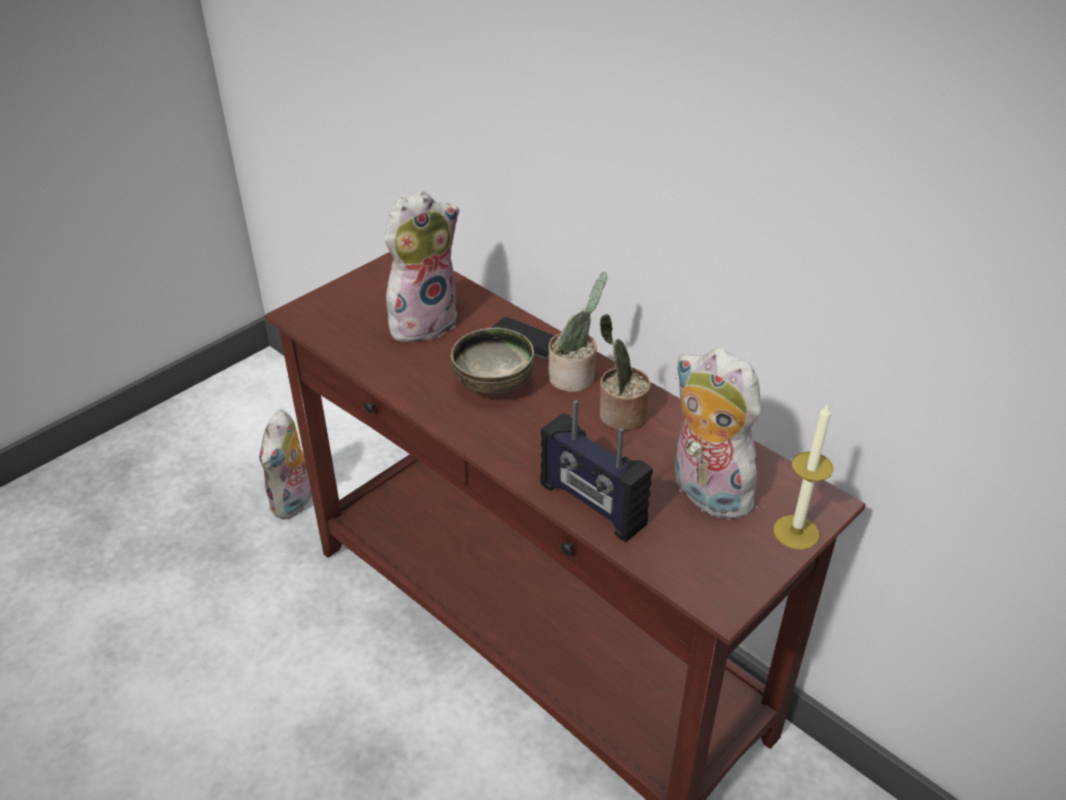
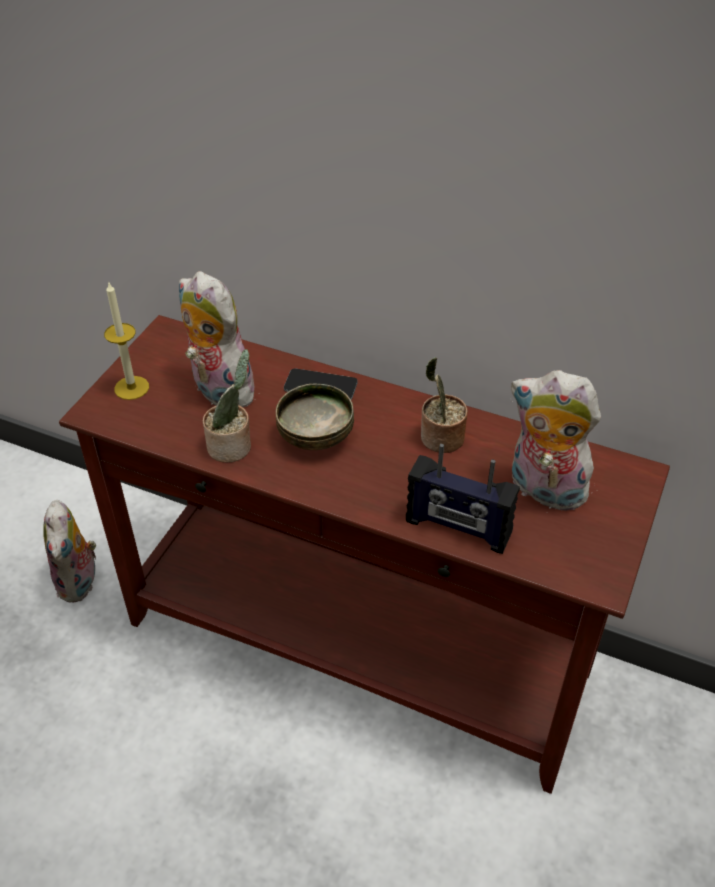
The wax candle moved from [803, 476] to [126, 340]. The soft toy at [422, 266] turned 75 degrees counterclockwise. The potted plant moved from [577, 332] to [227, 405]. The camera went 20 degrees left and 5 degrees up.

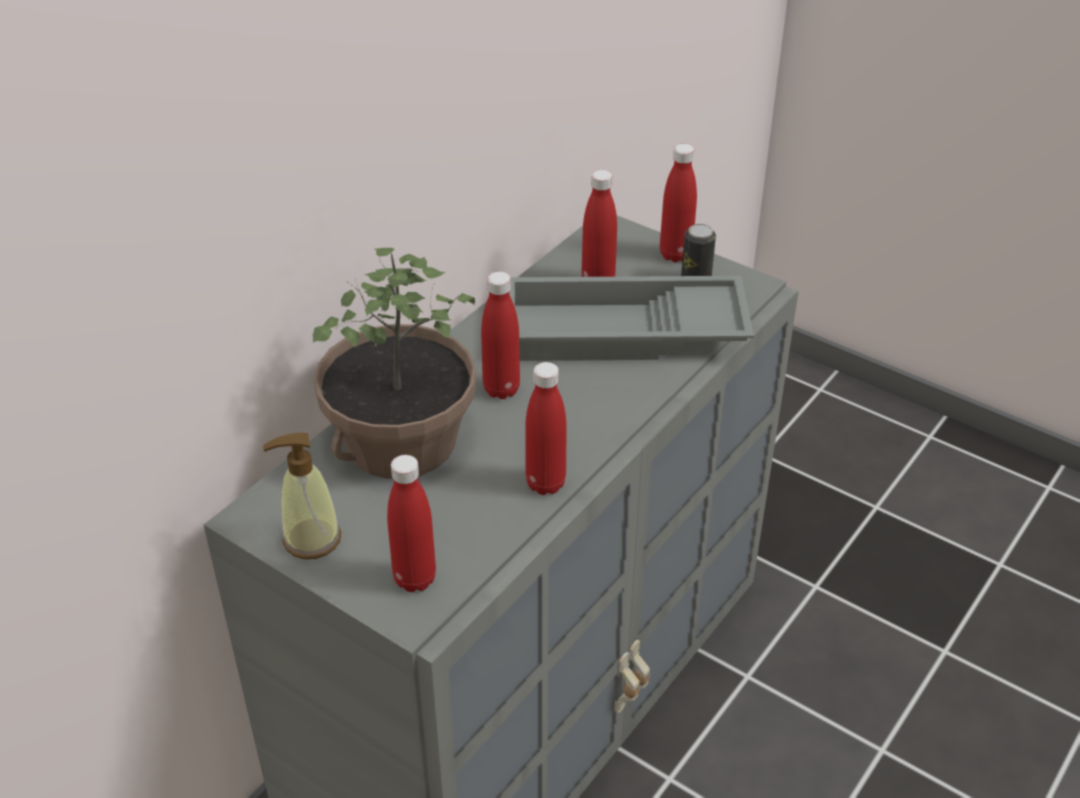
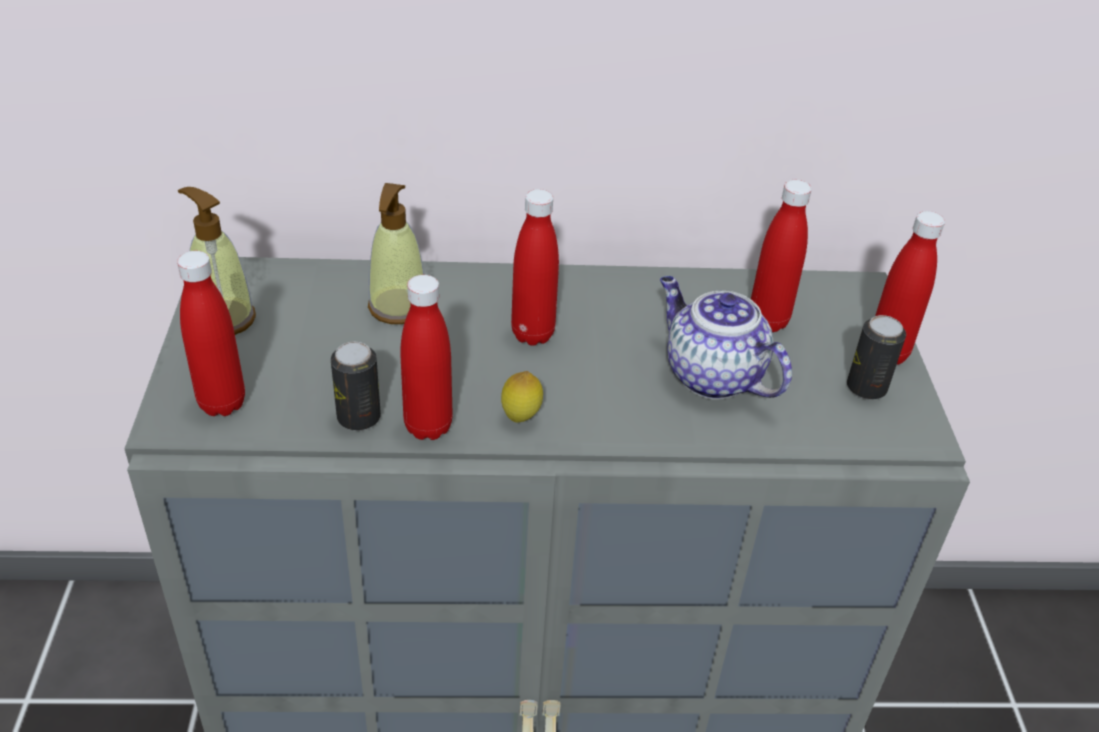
The metal can at [356, 386] appeared. The potted plant at [394, 363] was replaced by the soap bottle at [396, 253]. The whole lemon at [522, 396] appeared. The grey serving tray at [631, 318] was replaced by the tea pot at [726, 338]. The camera went 50 degrees right and 0 degrees up.

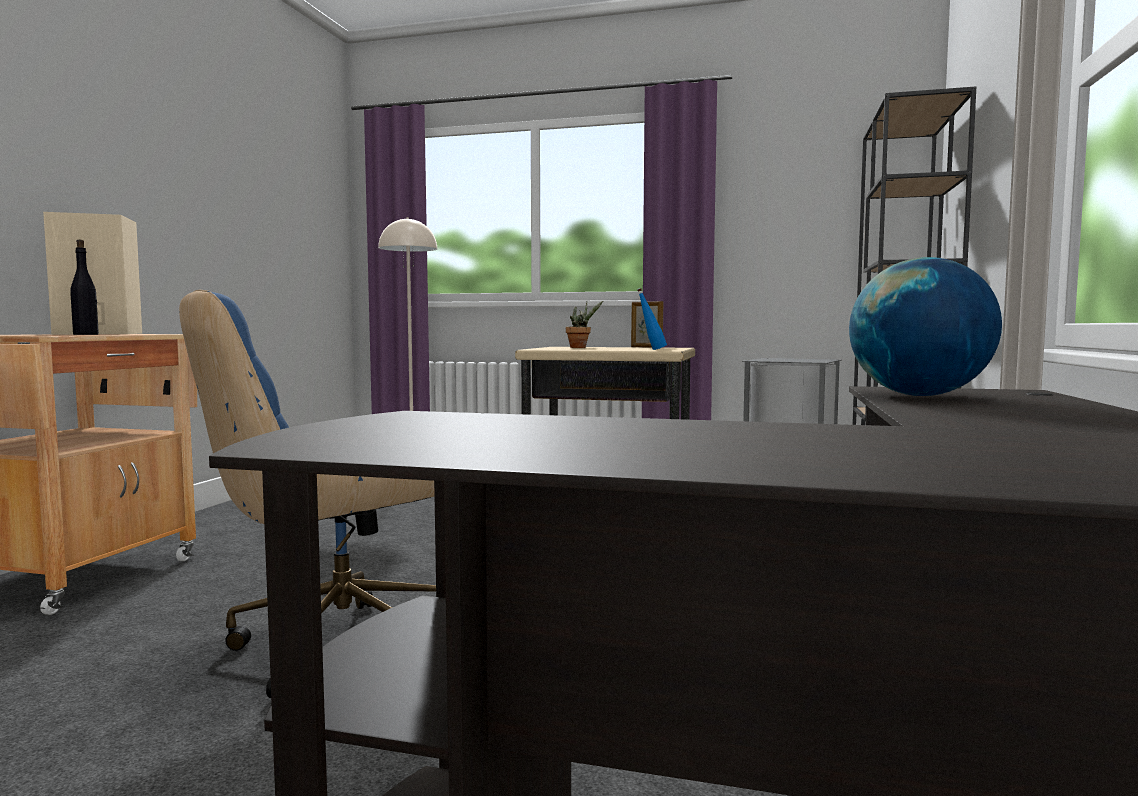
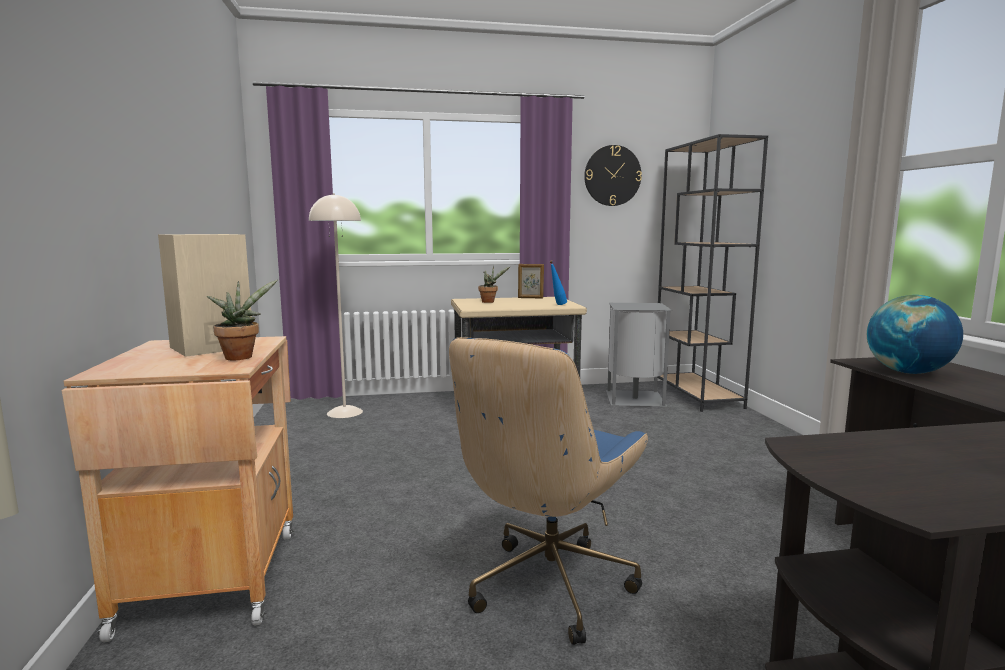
The black beverage bottle at [84, 287] was replaced by the potted plant at [242, 320]. The hanging clock at [613, 175] appeared. The camera went 25 degrees left and 5 degrees up.

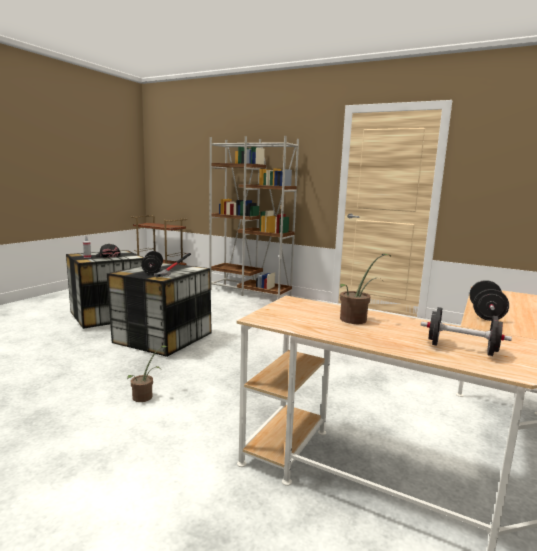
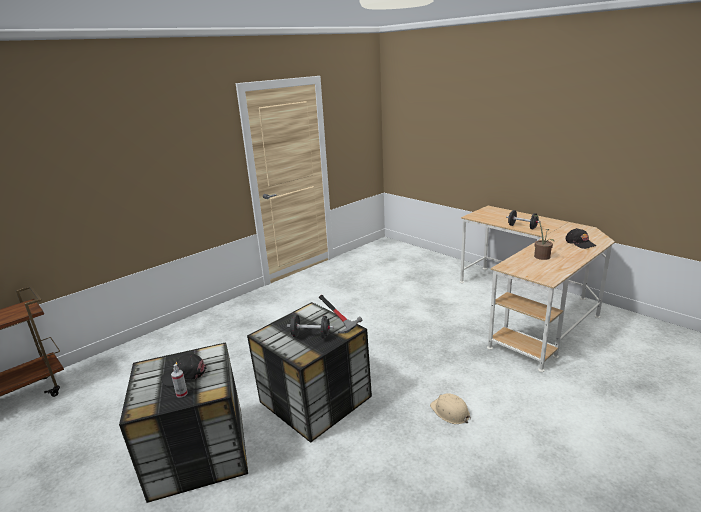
The potted plant at [147, 373] was replaced by the beige hard hat at [450, 408]. The black dumbbell at [466, 331] was replaced by the black cap at [580, 238]. The brownish shelving unit at [254, 217] disappeared. The camera went 70 degrees left and 10 degrees up.

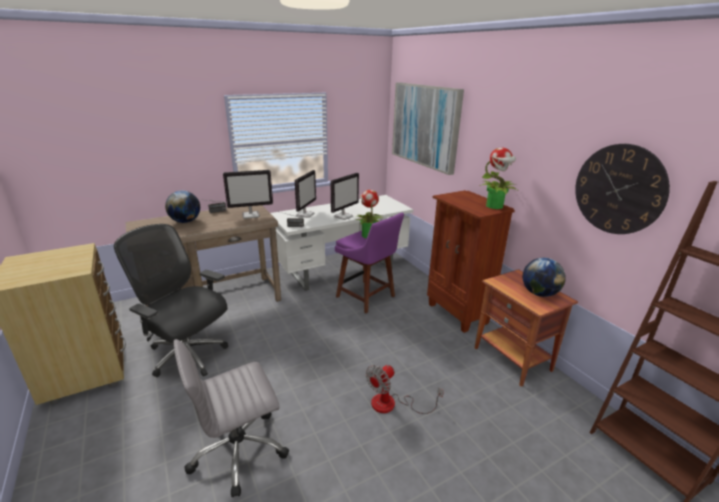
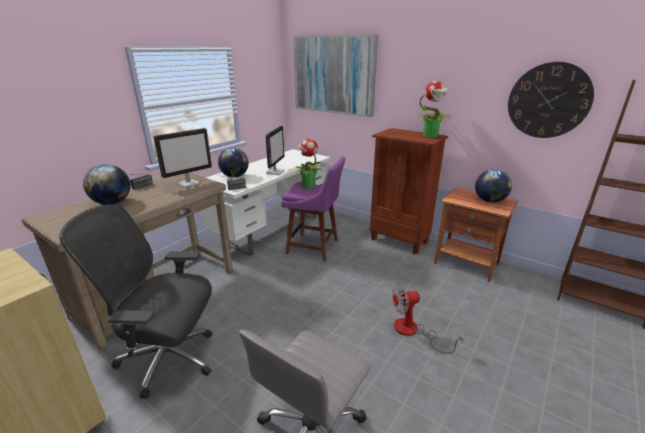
The monitor at [305, 194] was replaced by the desk globe at [233, 163]. The electric fan at [405, 389] turned 60 degrees clockwise. The camera went 25 degrees left and 0 degrees up.

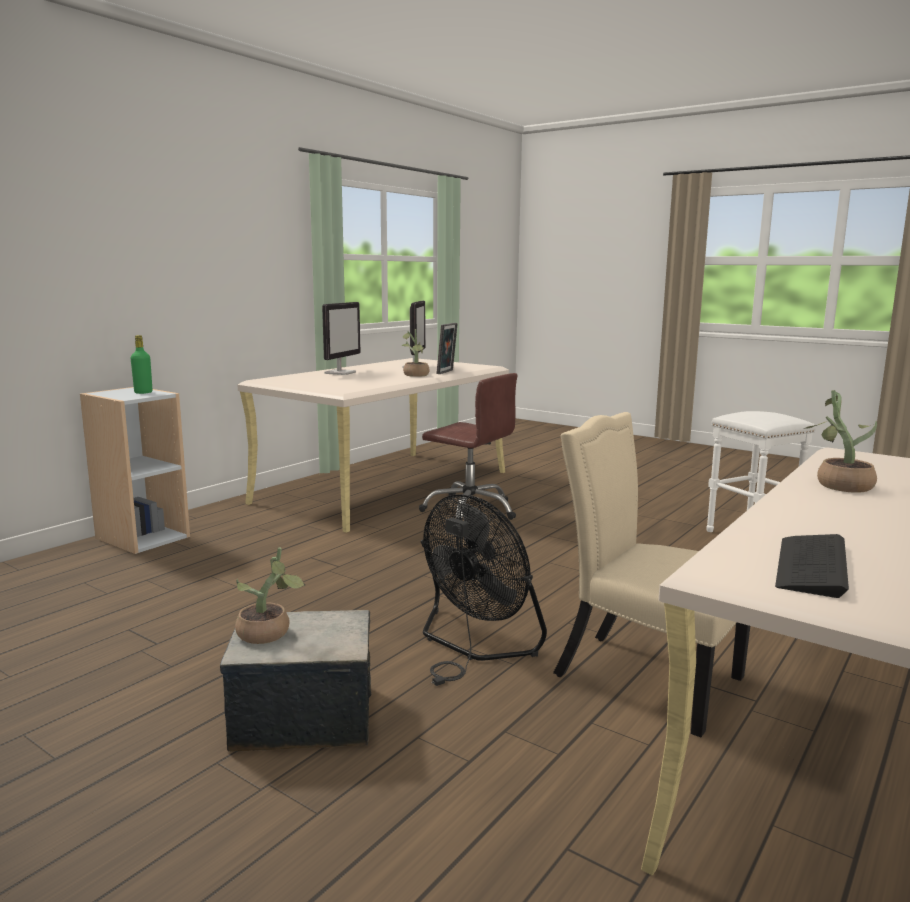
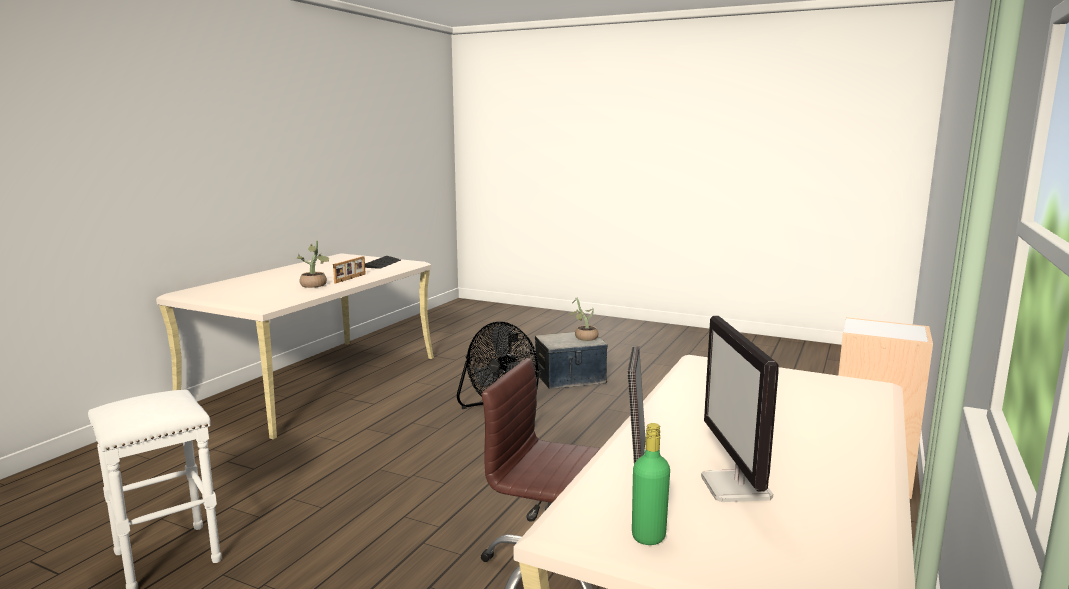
The standing frame at [349, 269] appeared. The greenish beverage bottle moved from [141, 364] to [651, 484]. The monitor at [341, 338] disappeared. The potted plant at [416, 353] disappeared. The beige chair at [651, 574] disappeared. The camera went 170 degrees right and 0 degrees up.

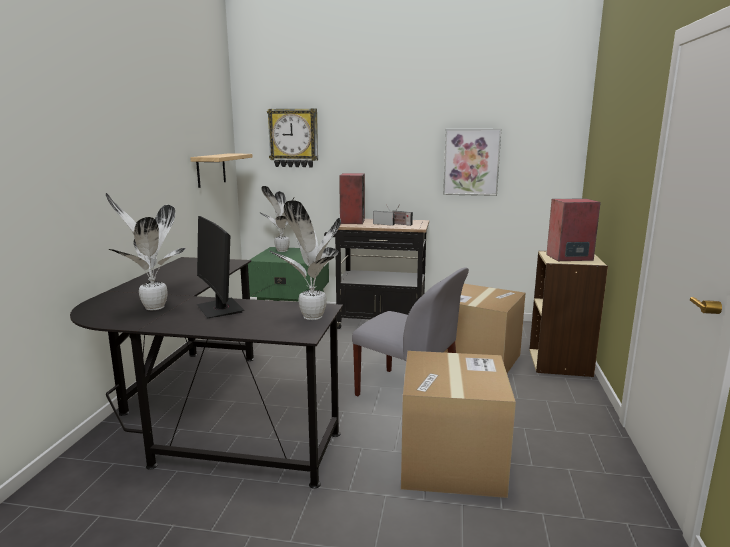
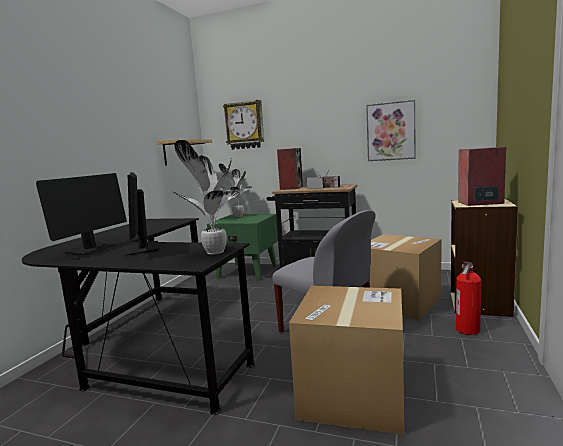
The potted plant at [145, 251] was replaced by the monitor at [81, 214]. The fire extinguisher at [468, 298] appeared. The camera went 10 degrees right and 5 degrees down.

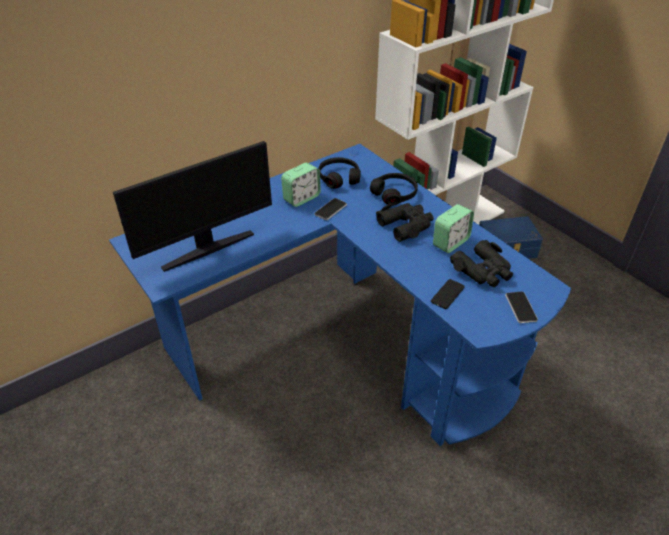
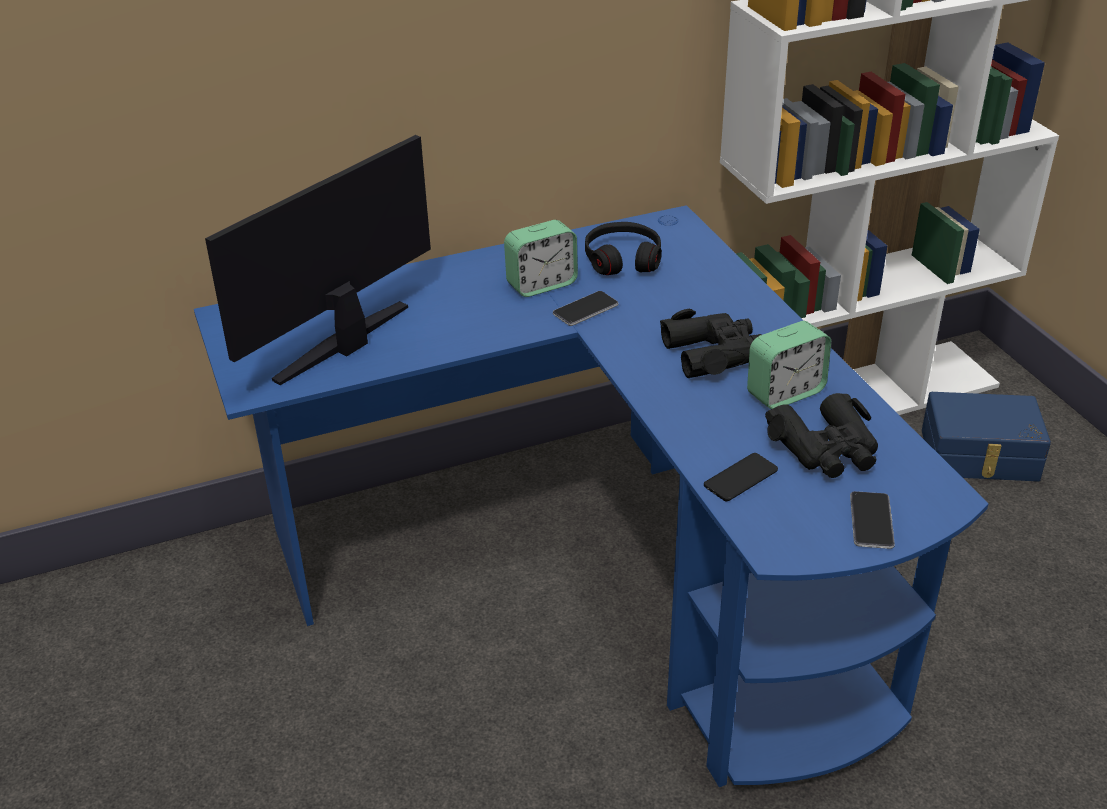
The monitor at [192, 206] turned 150 degrees clockwise. The black headset at [394, 189] disappeared. The camera went 15 degrees right and 5 degrees down.

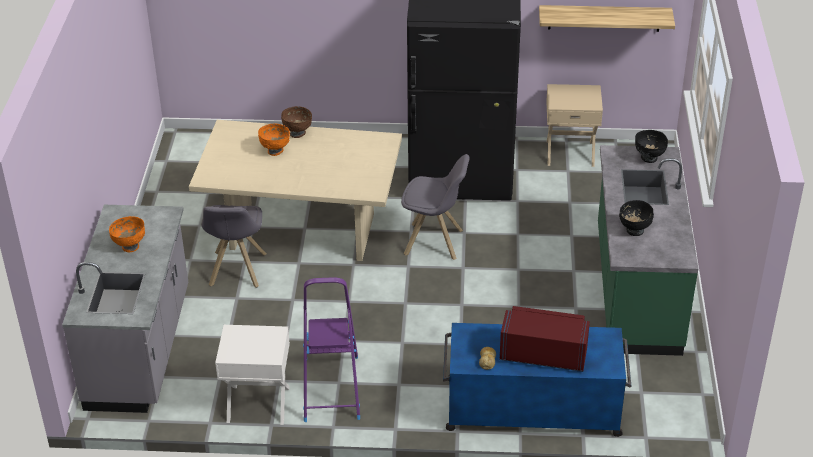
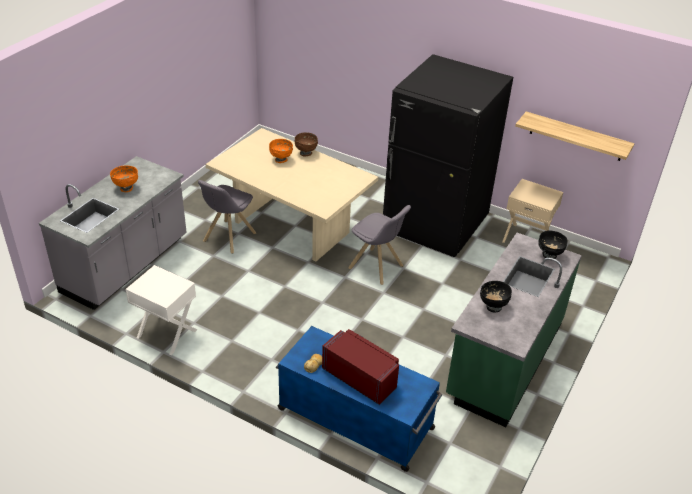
The purplish stepladder at [331, 349] disappeared. The camera went 25 degrees right and 0 degrees up.

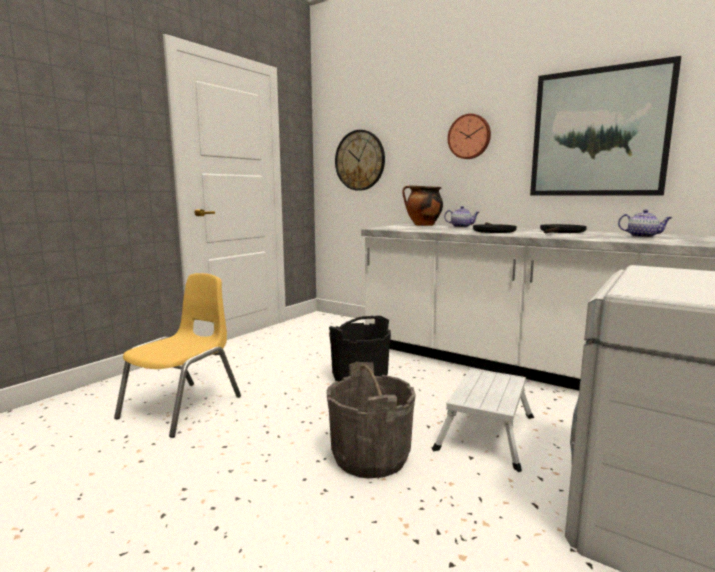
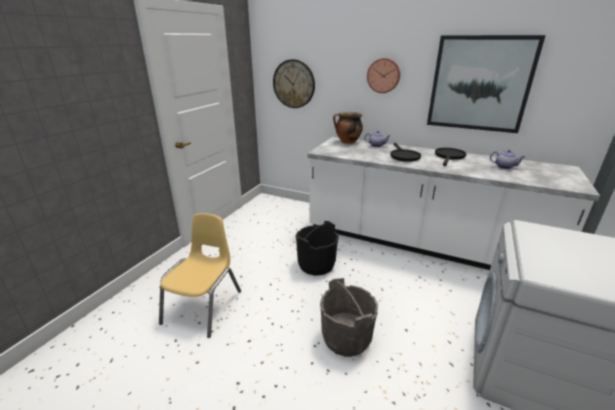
The white-coloured stepladder at [483, 420] disappeared. The camera went 10 degrees left and 15 degrees up.

